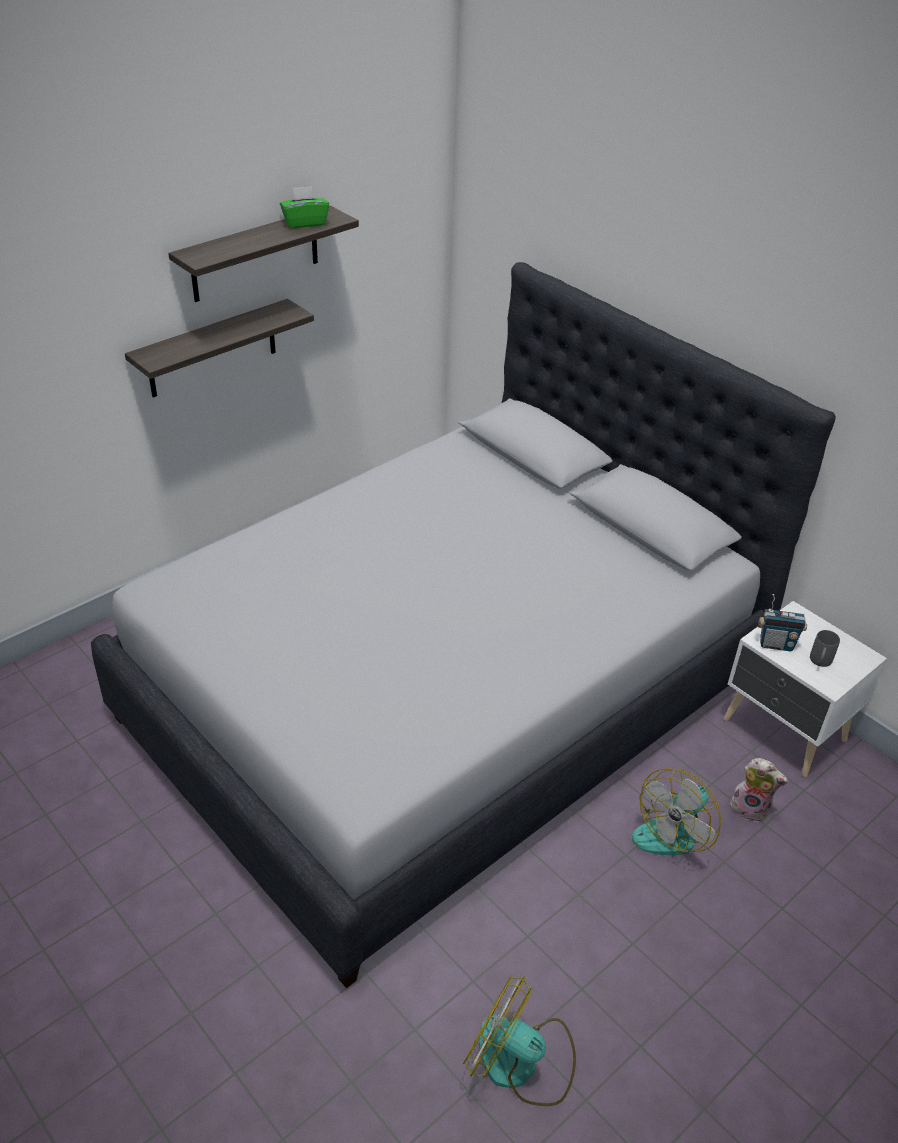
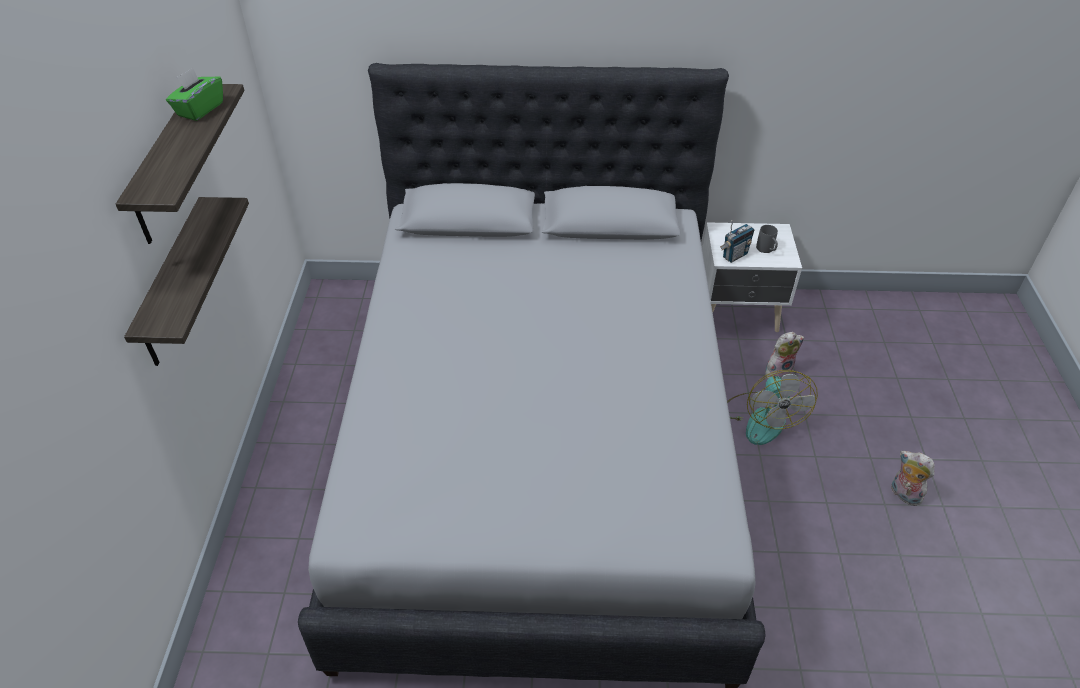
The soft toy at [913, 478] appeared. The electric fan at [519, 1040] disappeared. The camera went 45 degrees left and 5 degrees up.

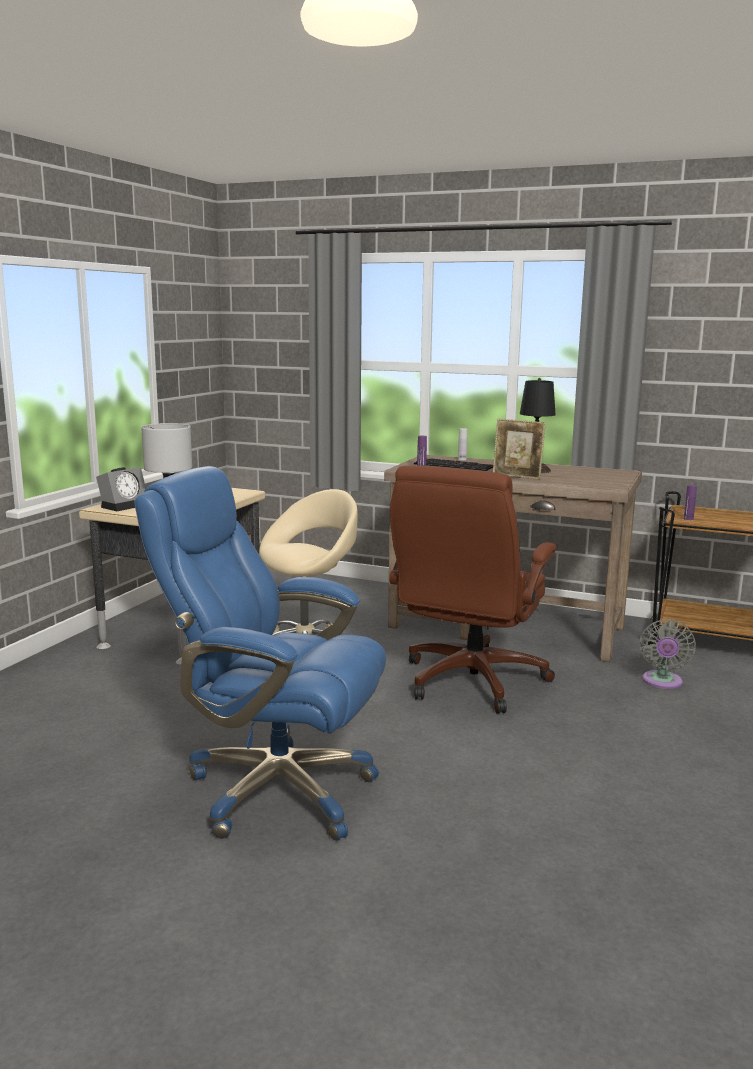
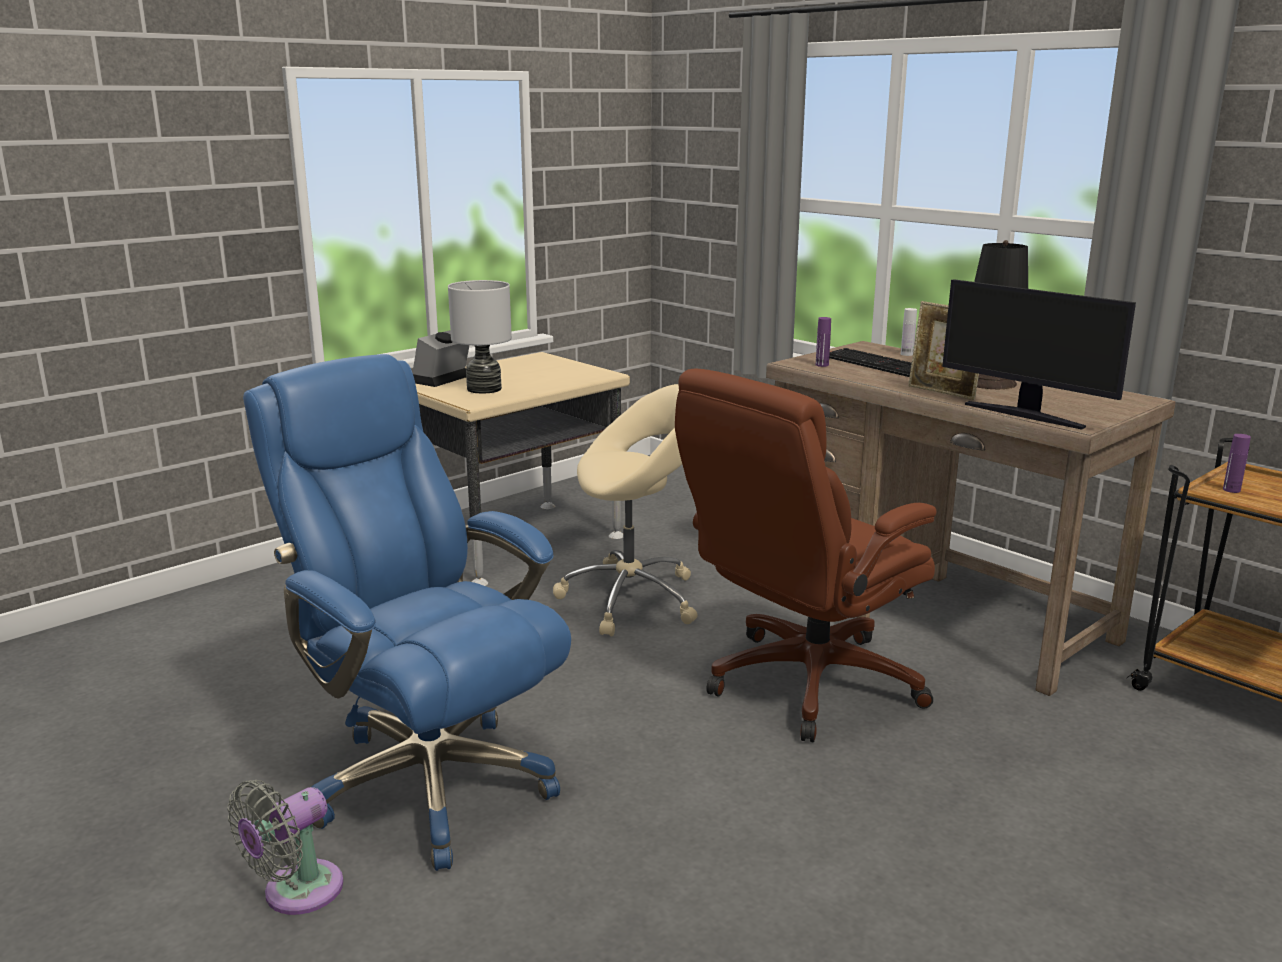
The grey electric fan moved from [668, 654] to [285, 847]. The bedside clock at [121, 489] turned 150 degrees clockwise. The monitor at [1039, 354] appeared. The camera went 25 degrees right and 5 degrees up.

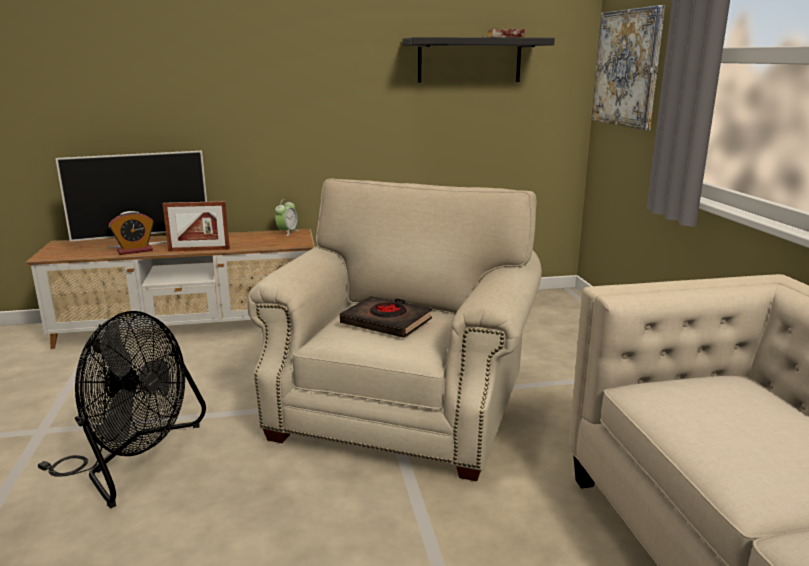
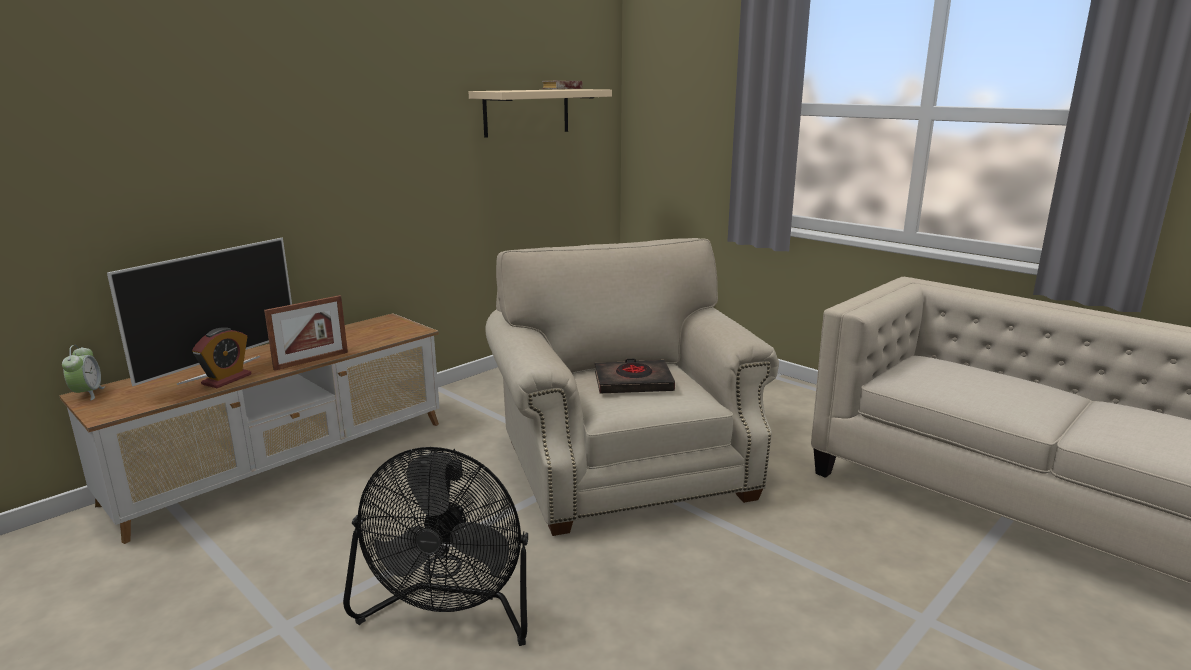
The bedside clock moved from [287, 217] to [83, 372]. The black electric fan at [122, 410] turned 120 degrees clockwise. The black shelf at [479, 59] became the beige shelf at [540, 113]. The wall picture at [628, 67] disappeared. The camera went 35 degrees left and 0 degrees up.

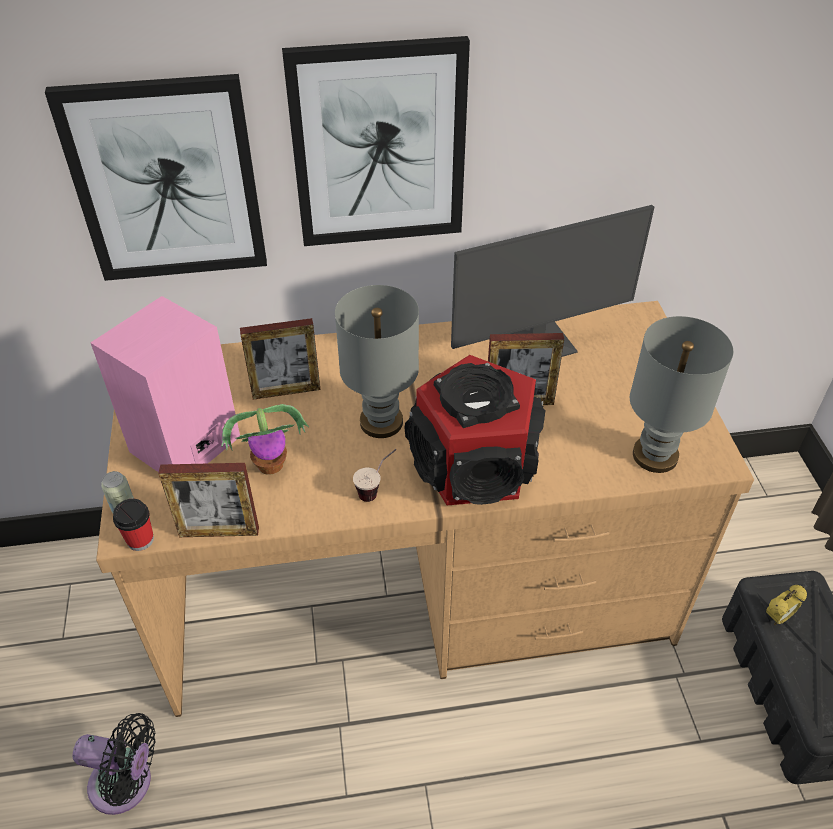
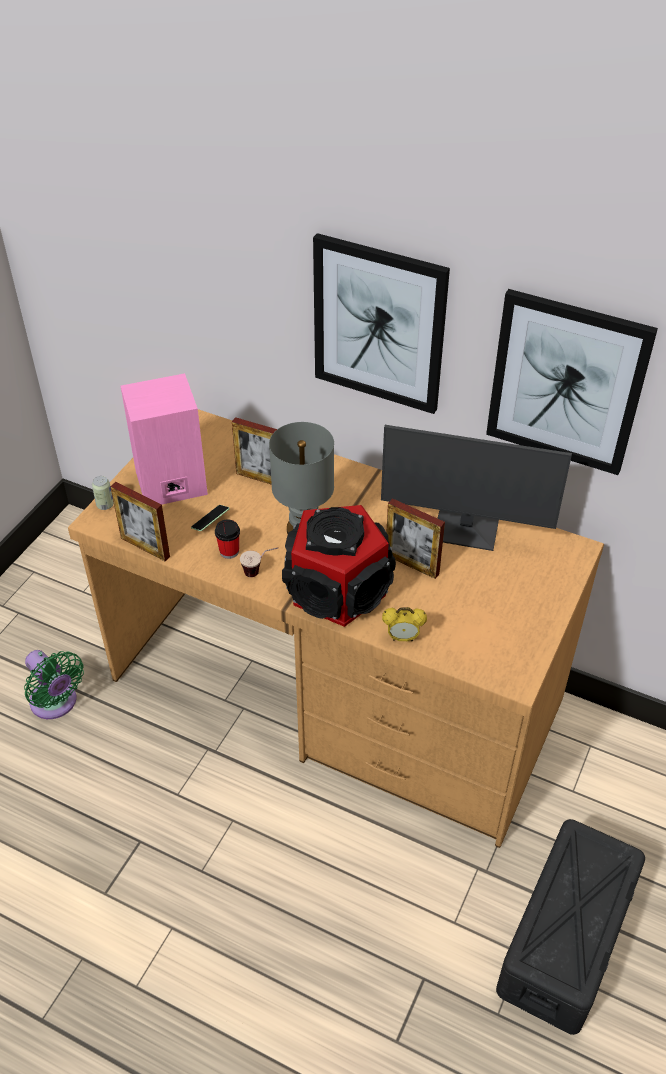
The black electric fan at [114, 764] became the greenish electric fan at [54, 684]. The potted plant at [265, 439] was replaced by the handset at [210, 518]. The cup moved from [133, 525] to [227, 539]. The bedside clock moved from [786, 605] to [404, 624]. The wall picture moved from [156, 177] to [572, 382]. The grey tabletop lamp at [681, 394] disappeared. The camera went 35 degrees right and 0 degrees up.

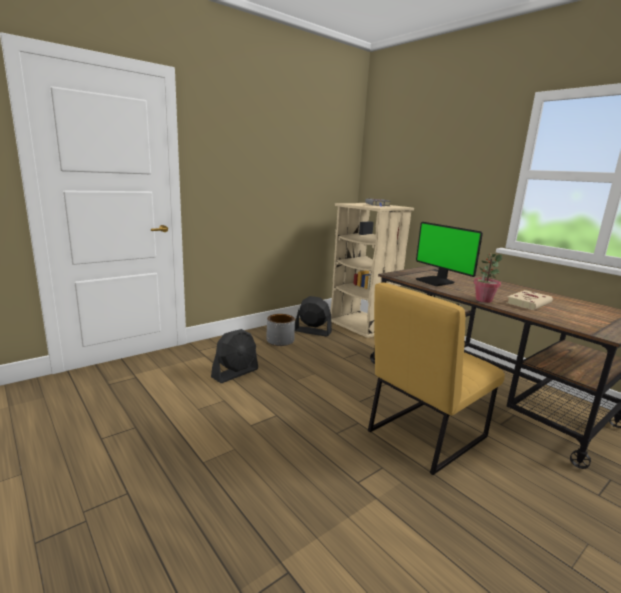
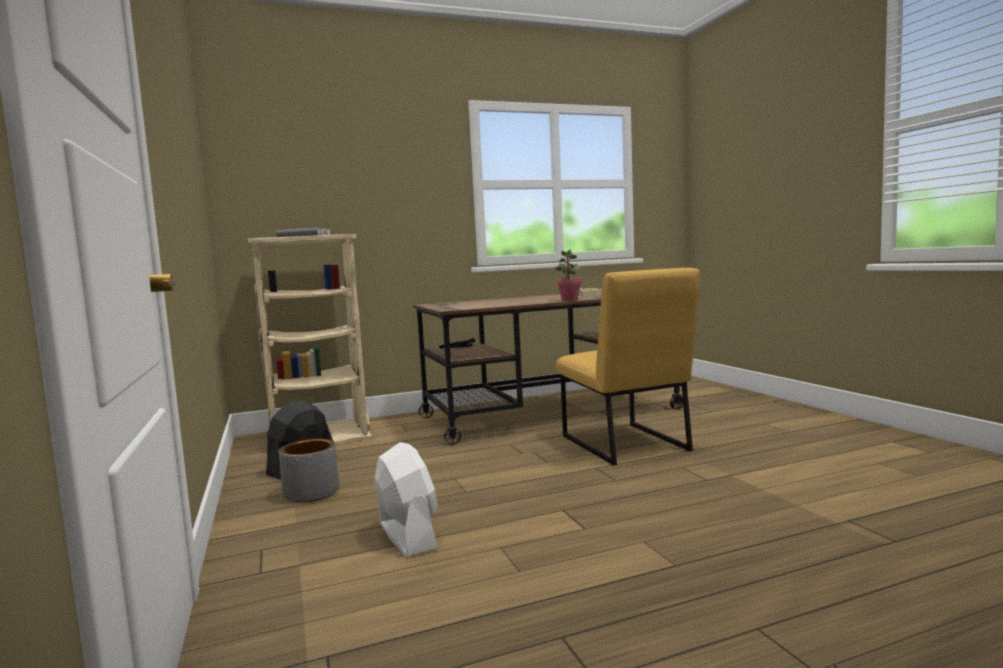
The black electric fan at [234, 356] became the white-coloured electric fan at [406, 499]. The monitor at [449, 254] disappeared. The camera went 70 degrees left and 10 degrees down.

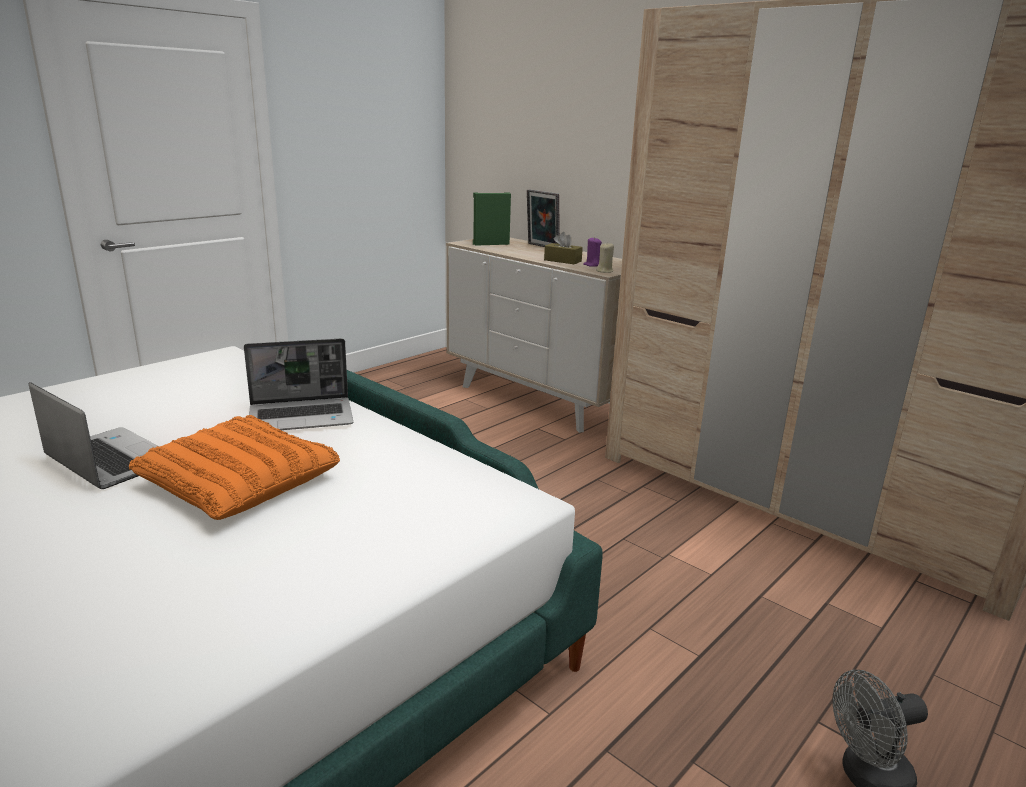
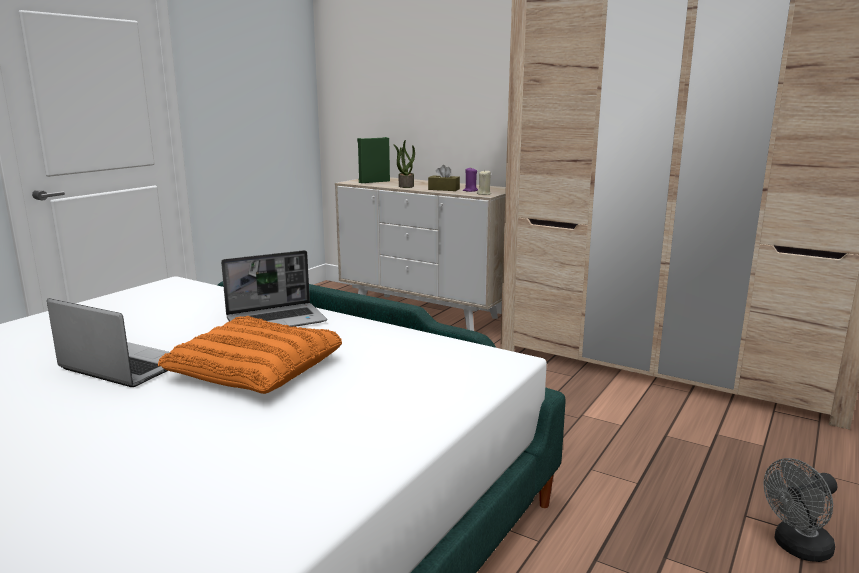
The potted plant at [404, 164] appeared. The standing frame at [543, 218] disappeared. The camera went 10 degrees left and 5 degrees down.

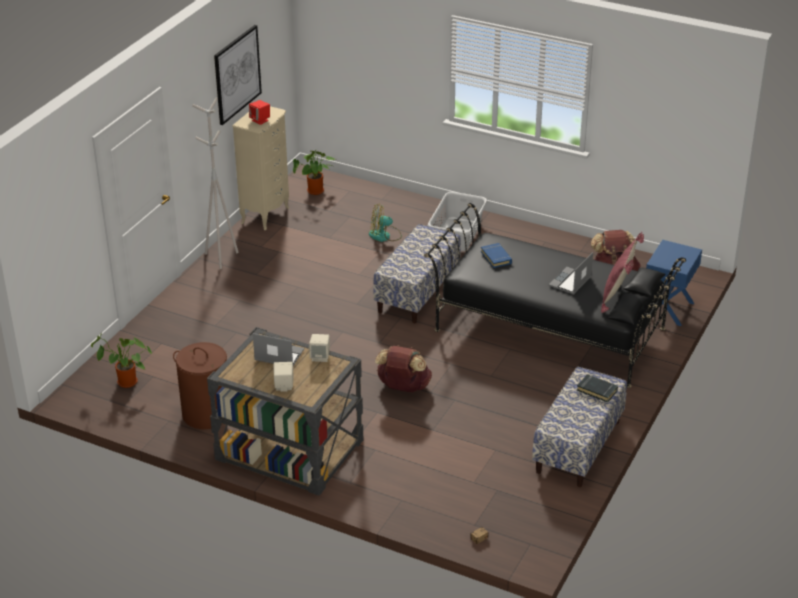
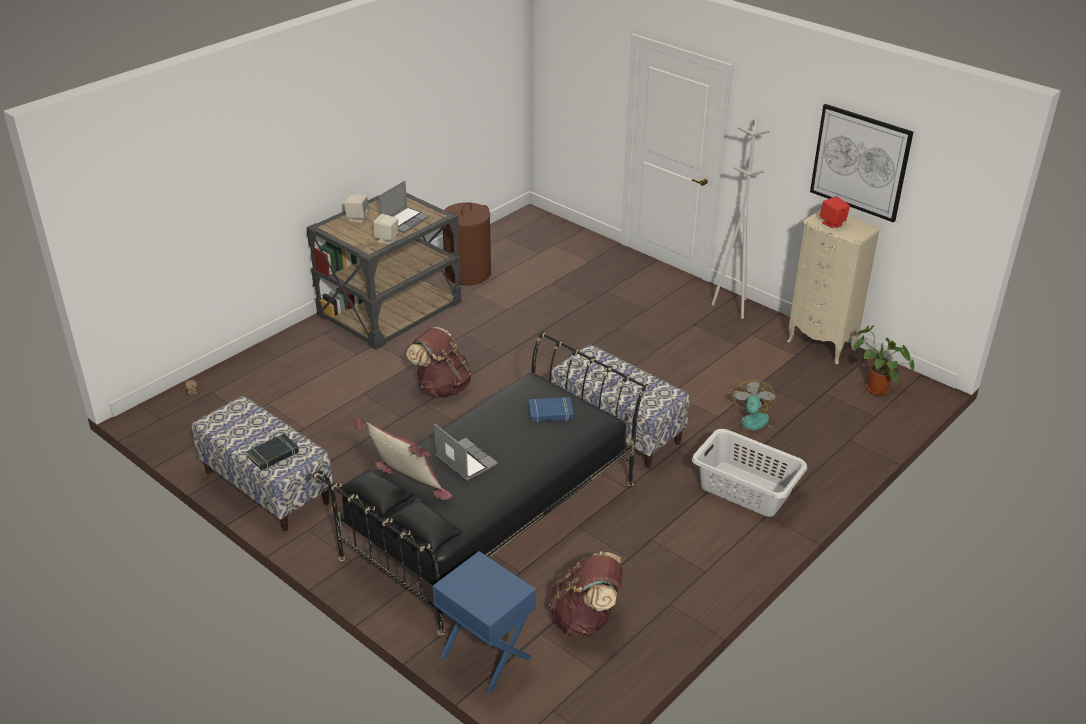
The potted plant at [121, 360] disappeared. The camera went 105 degrees right and 0 degrees up.

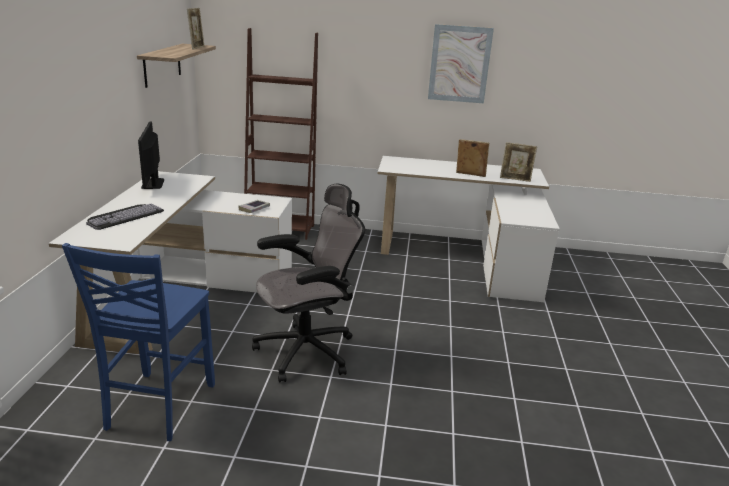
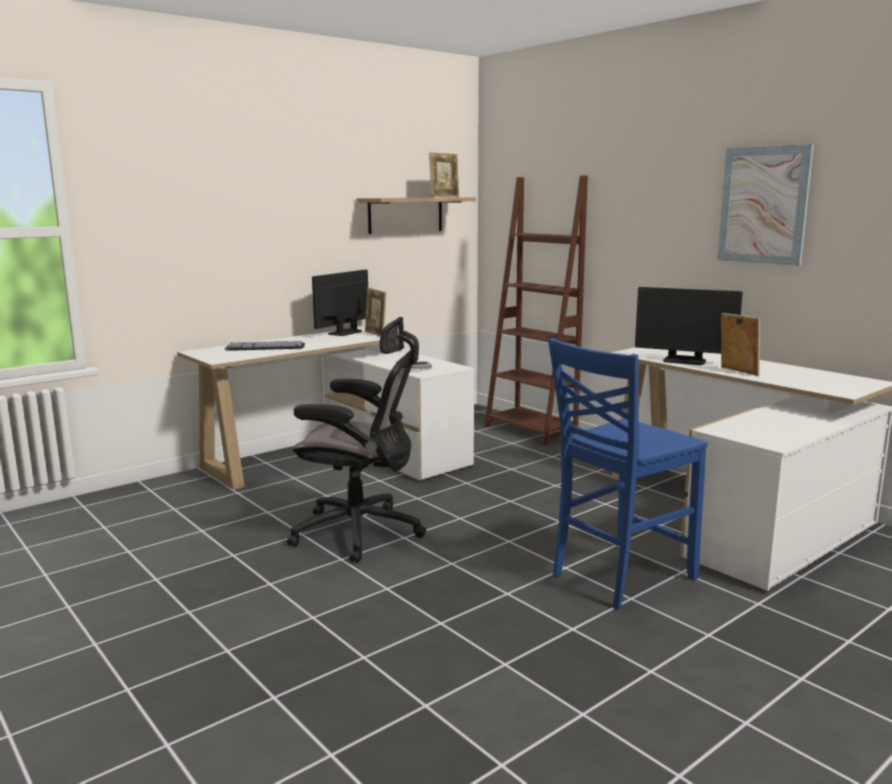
The standing frame moved from [518, 162] to [376, 312]. The blue chair moved from [138, 342] to [628, 474]. The monitor at [689, 326] appeared. The camera went 45 degrees right and 10 degrees down.

